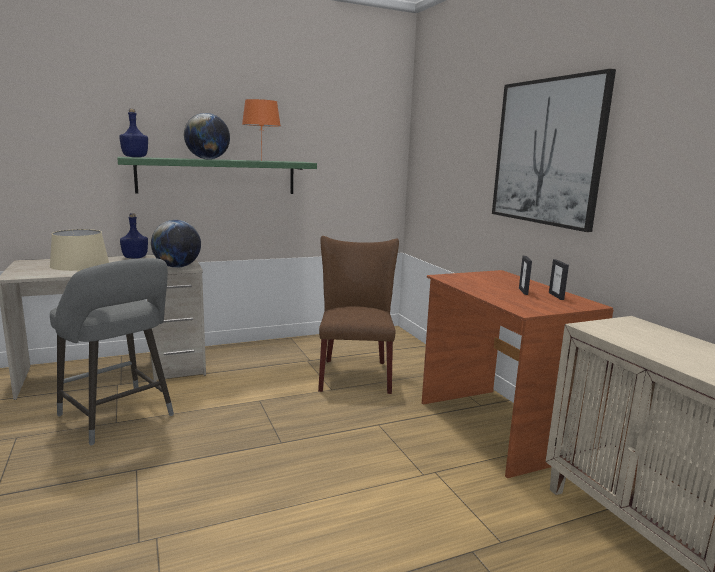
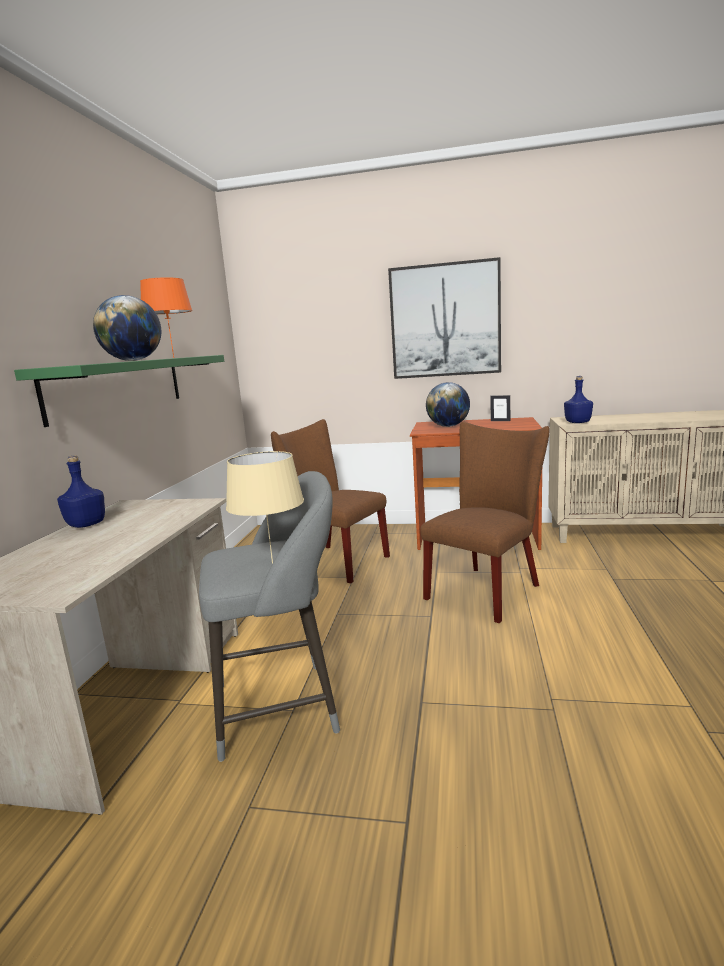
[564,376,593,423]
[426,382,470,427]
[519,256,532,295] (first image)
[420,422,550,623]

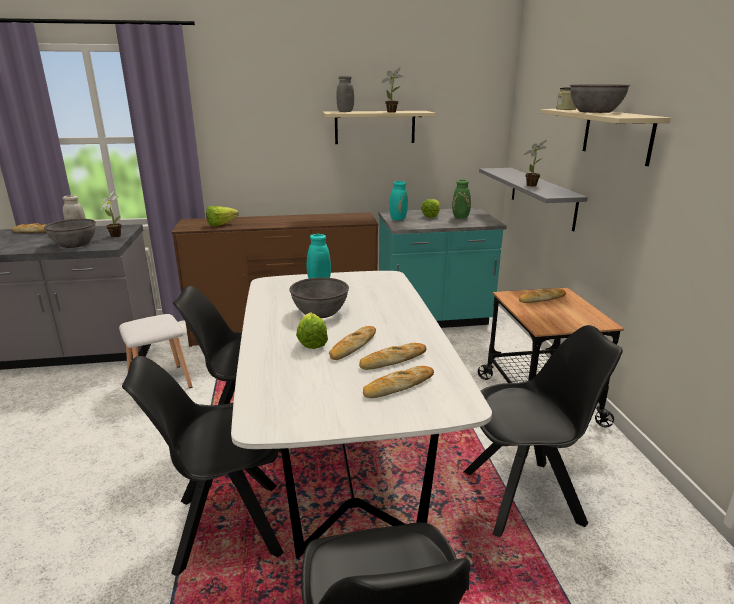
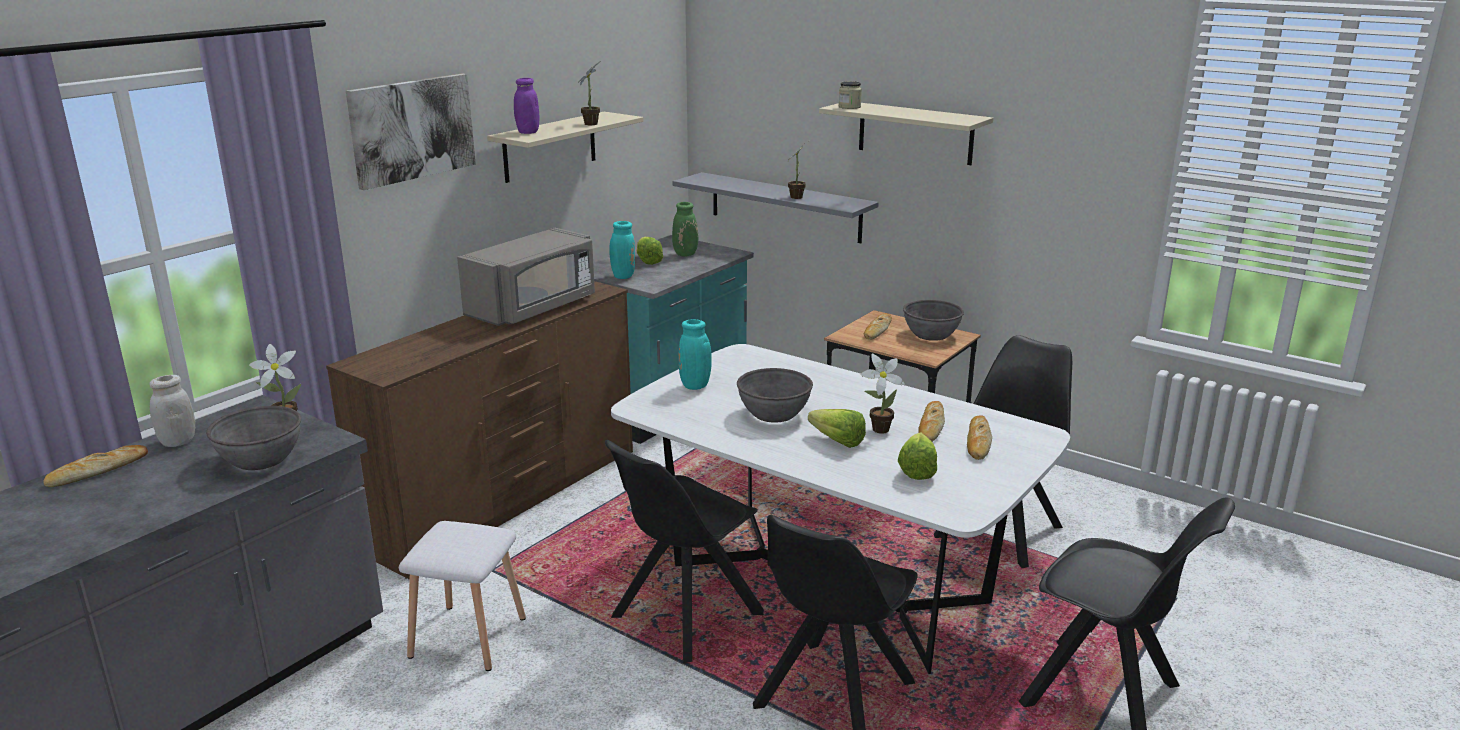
[514,78,540,134]
[903,300,964,341]
[898,433,937,480]
[860,354,905,434]
[346,73,476,190]
[457,228,595,326]

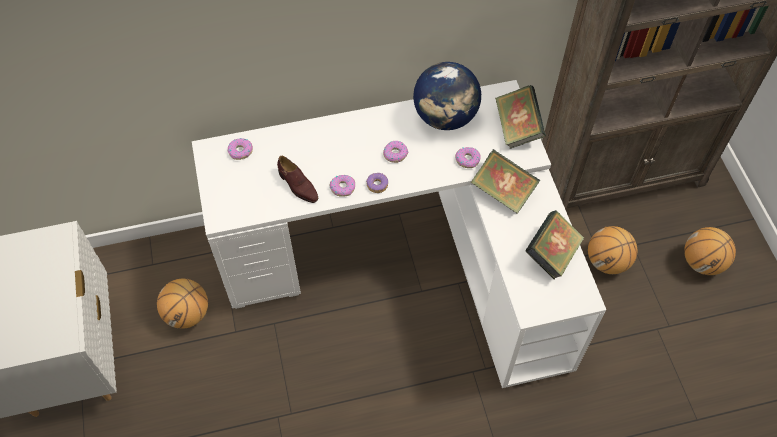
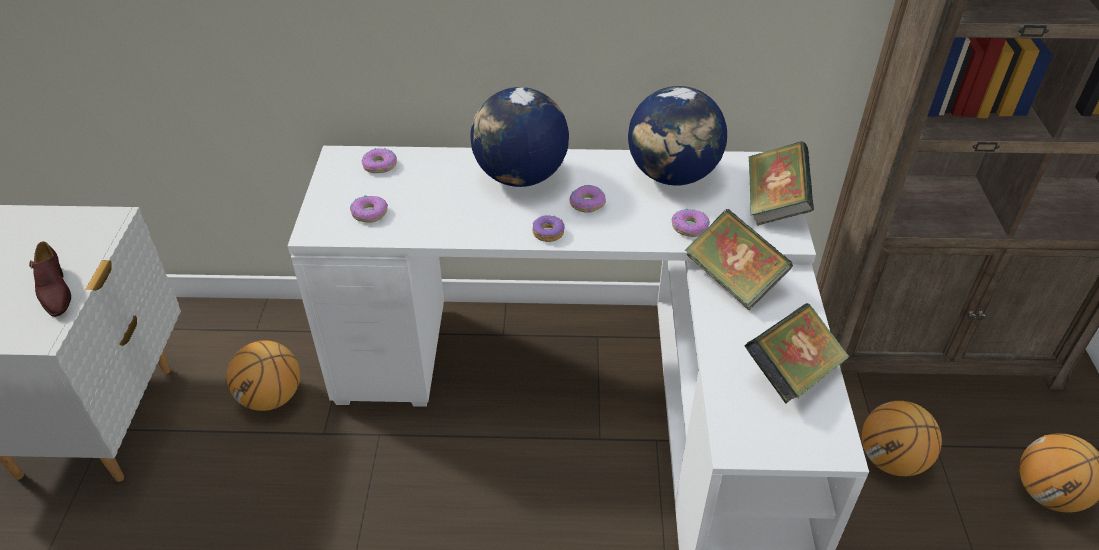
[29,241,71,317]
[350,195,388,223]
[470,87,569,187]

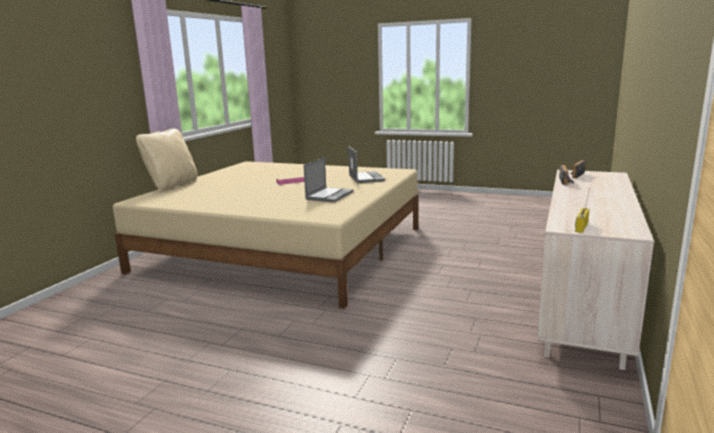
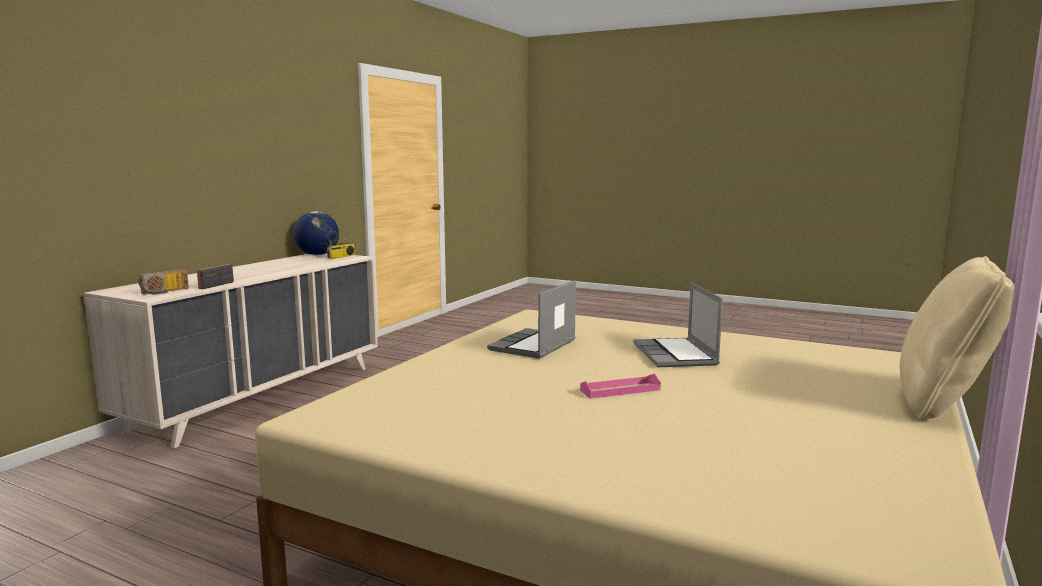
[633,282,723,367]
[293,211,339,255]

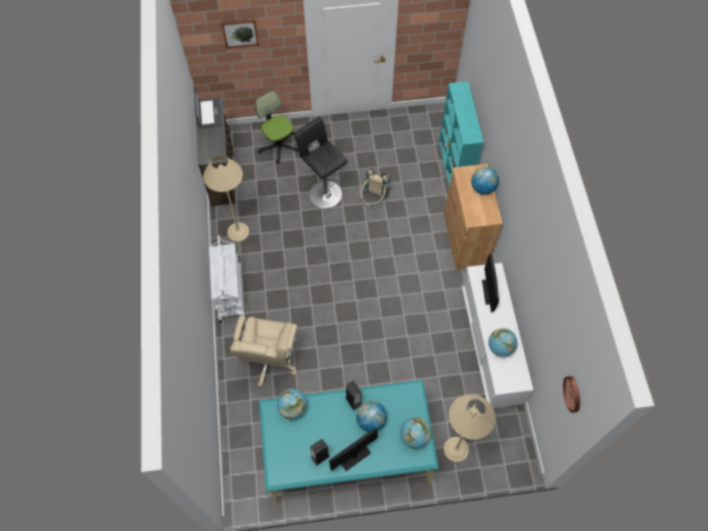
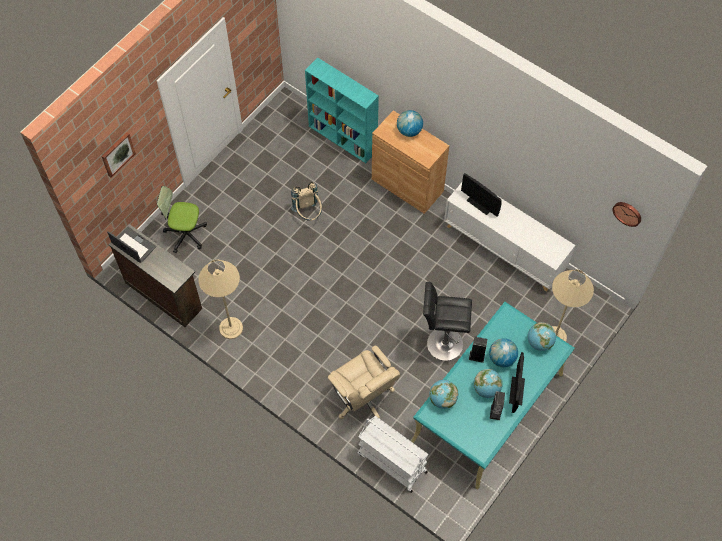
[423,282,472,361]
[357,416,428,493]
[474,369,503,398]

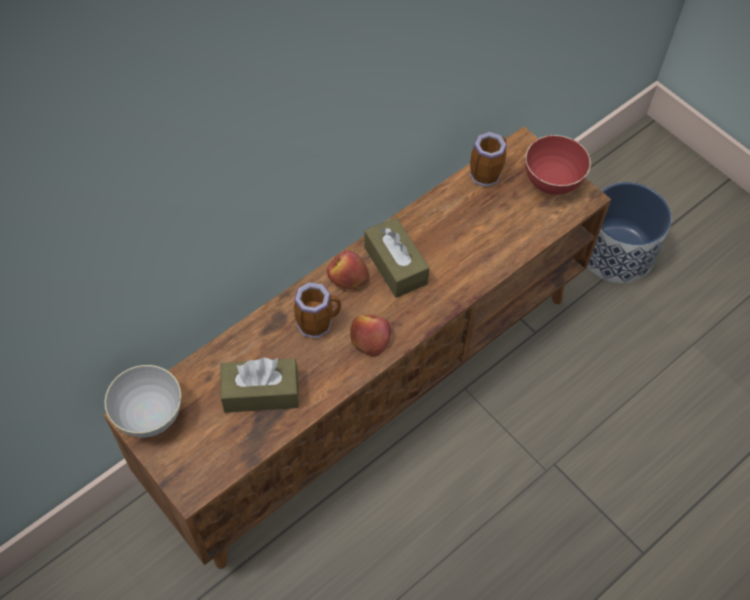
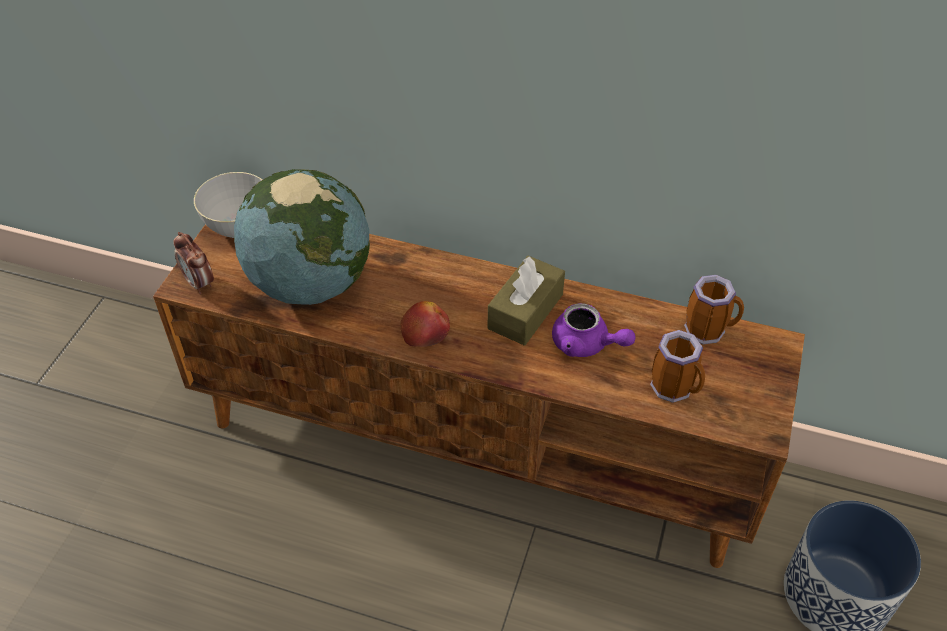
[526,135,591,195] (first image)
[327,251,369,289] (first image)
[650,330,705,403]
[234,169,370,305]
[173,232,214,294]
[552,303,636,357]

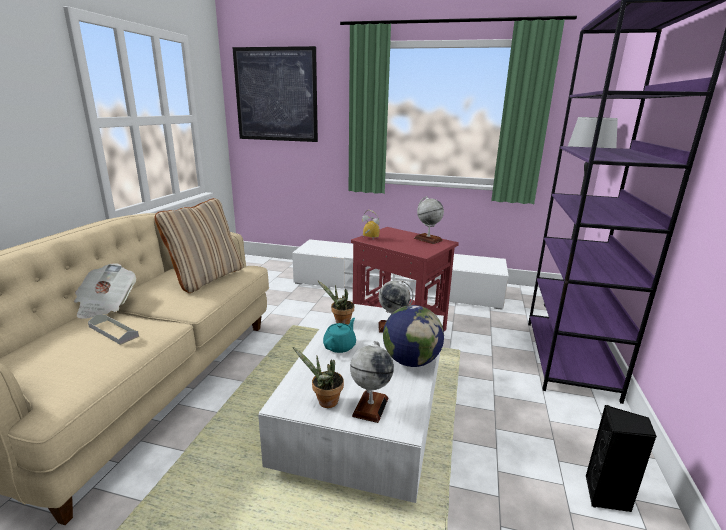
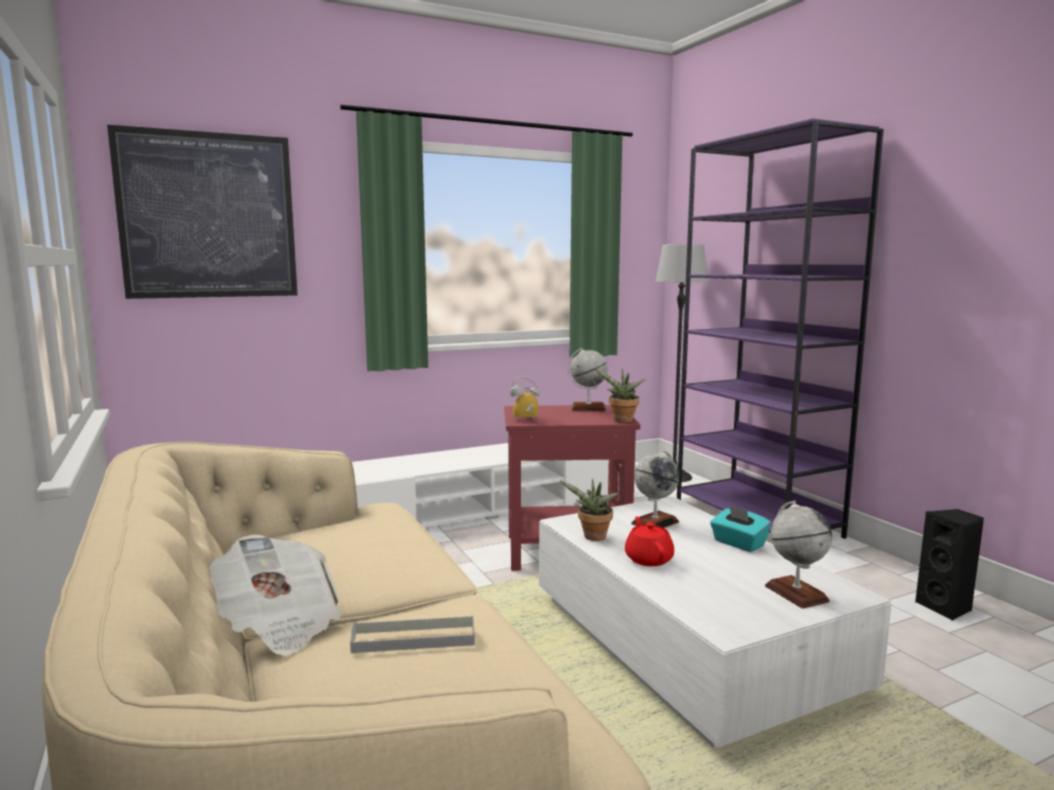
[154,198,244,293] (first image)
[710,505,771,552]
[625,516,674,566]
[595,368,645,423]

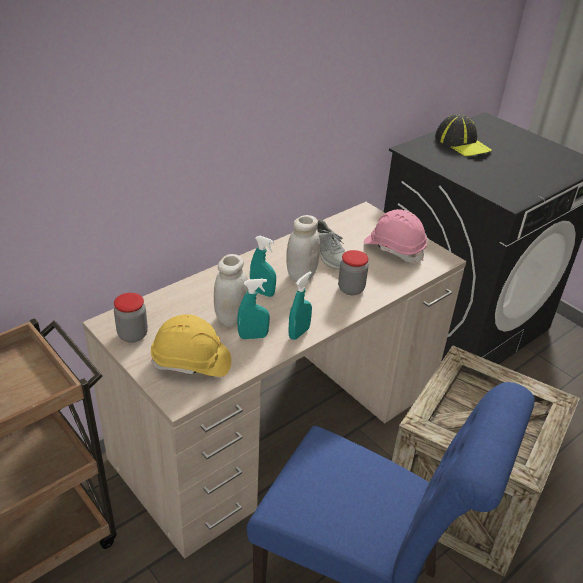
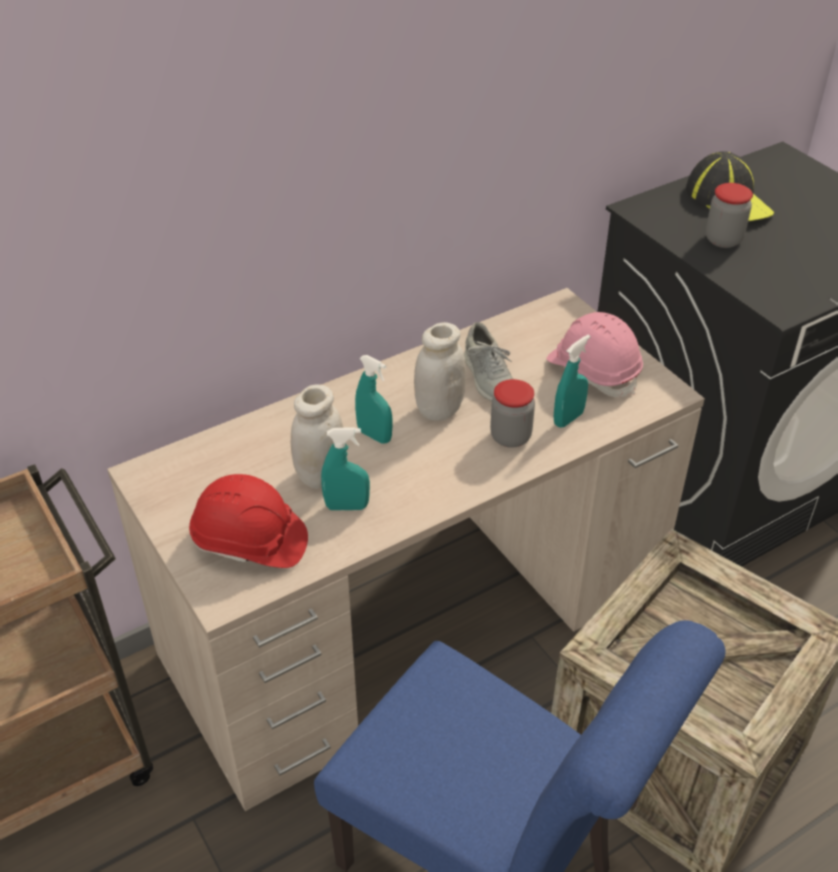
[554,335,590,428]
[706,183,753,248]
[189,474,308,568]

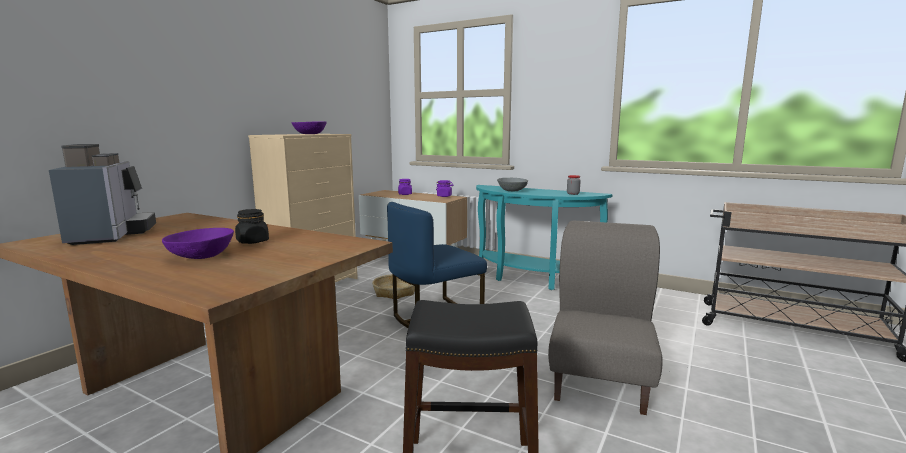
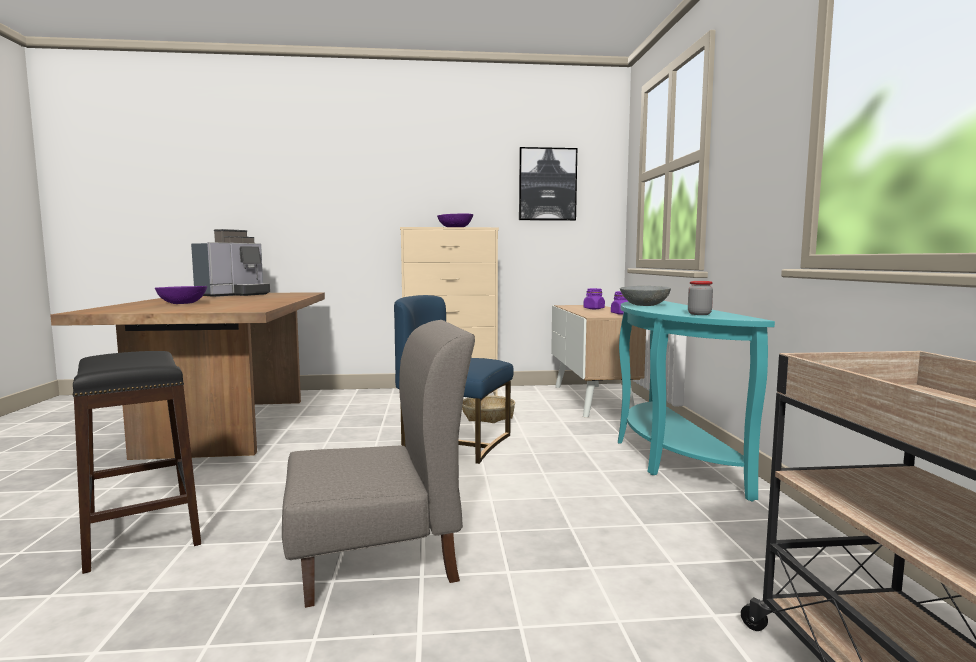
[235,209,269,244] (first image)
[519,147,577,221]

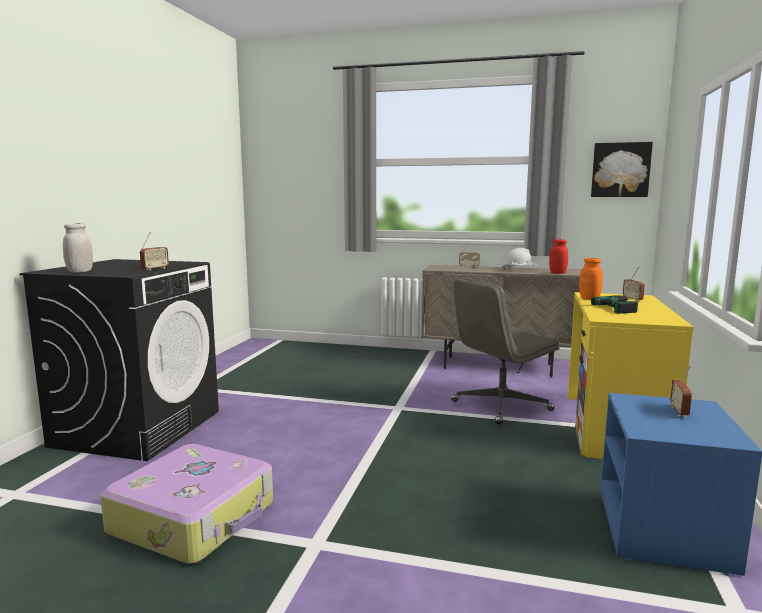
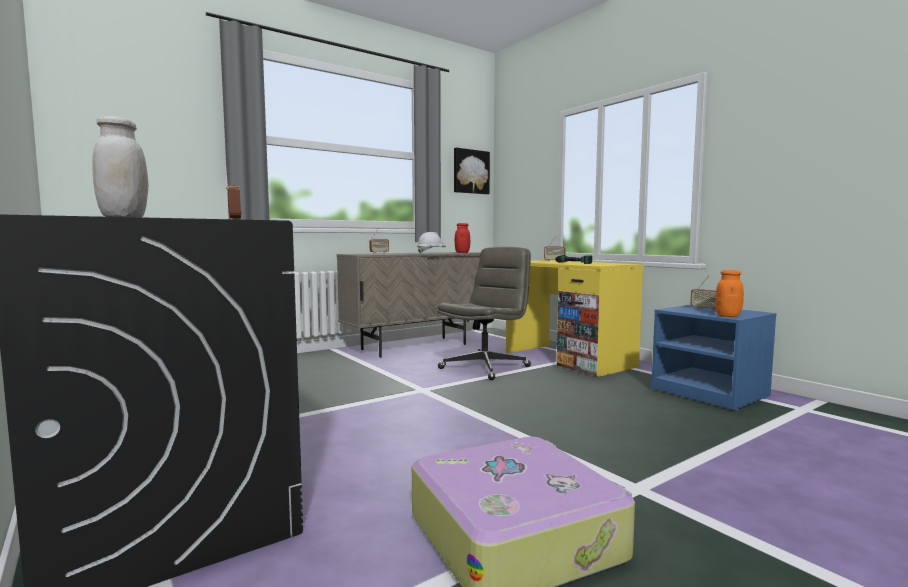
[715,270,744,317]
[437,247,531,380]

